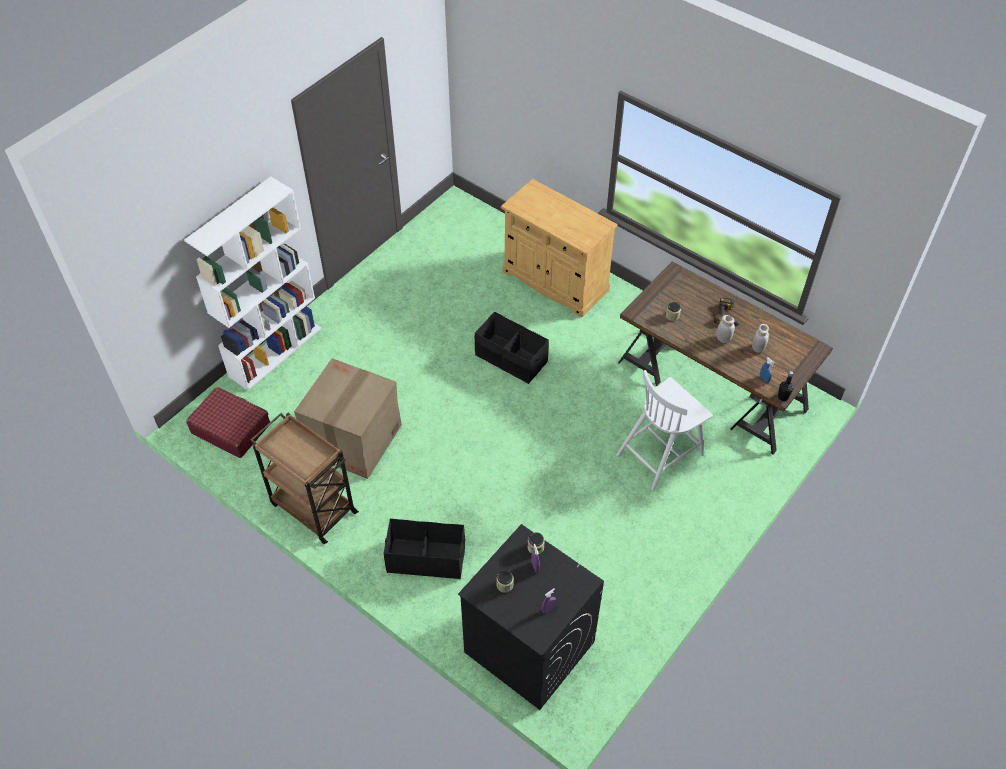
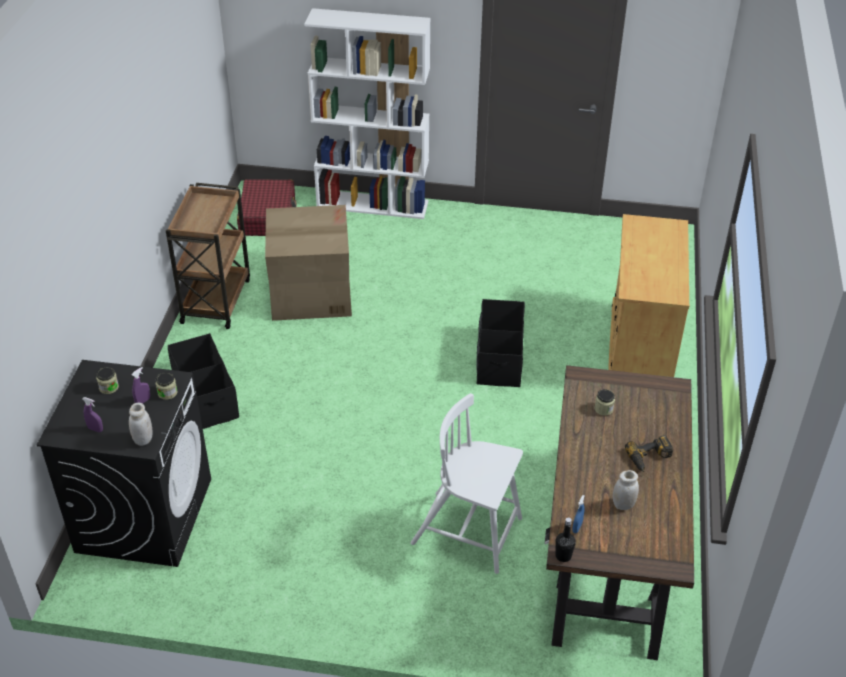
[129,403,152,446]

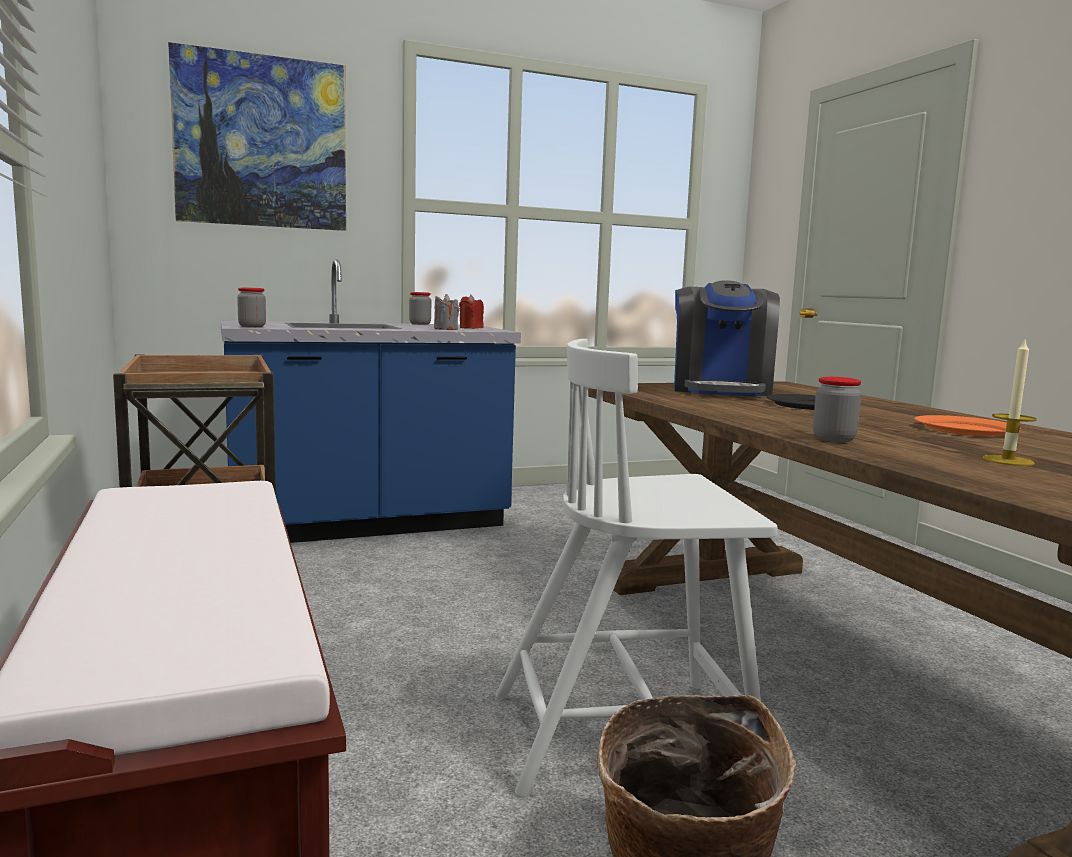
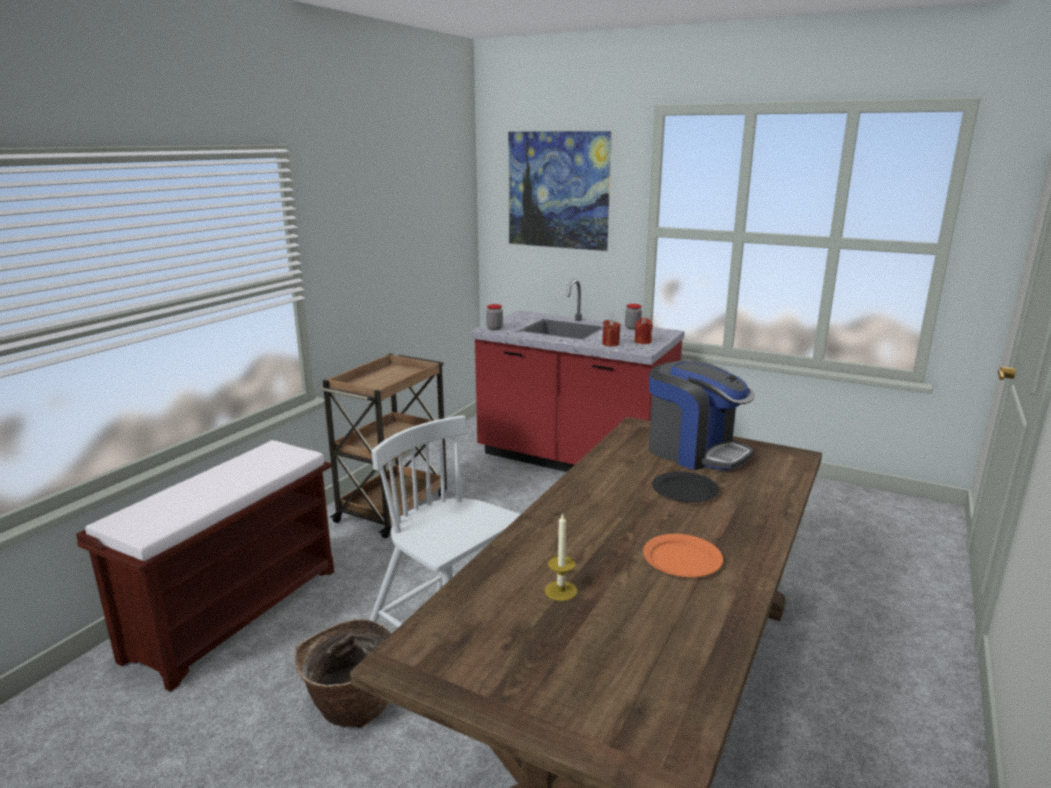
[470,279,685,472]
[649,360,755,470]
[602,319,620,346]
[813,377,862,442] (first image)

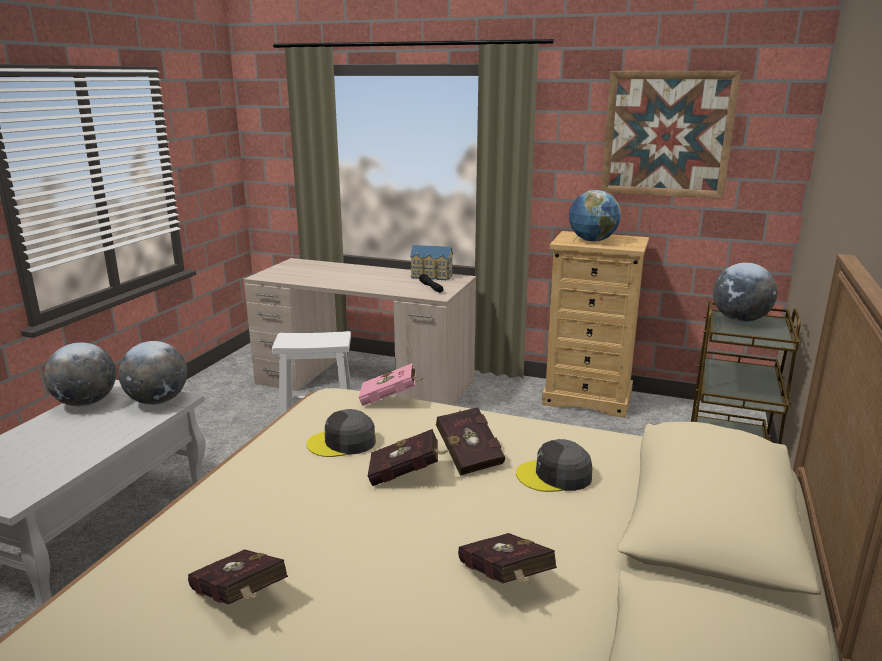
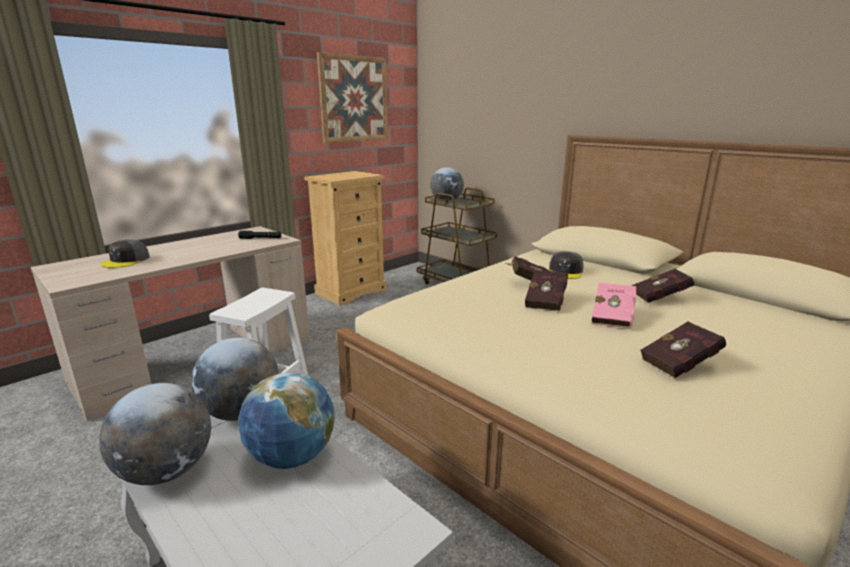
[238,372,335,469]
[410,245,453,280] (first image)
[592,283,636,328]
[100,239,149,268]

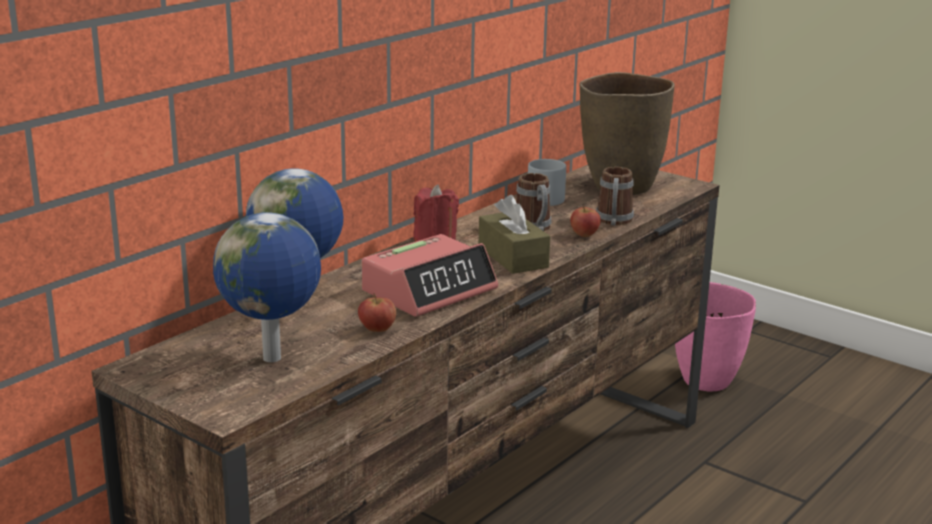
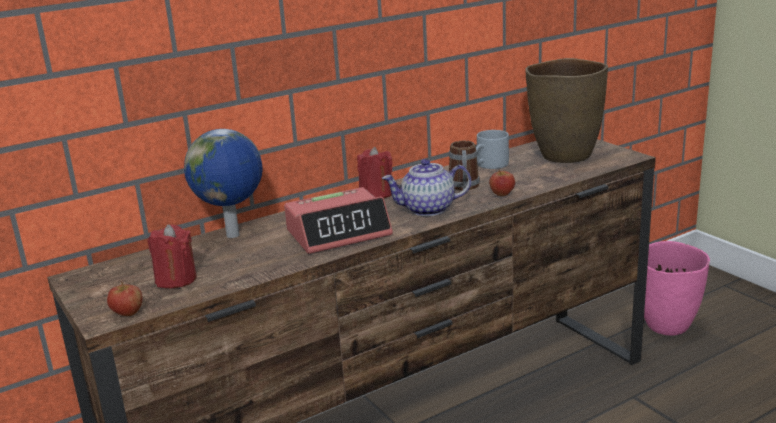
[596,167,634,225] (first image)
[382,159,471,216]
[148,224,197,288]
[107,281,143,316]

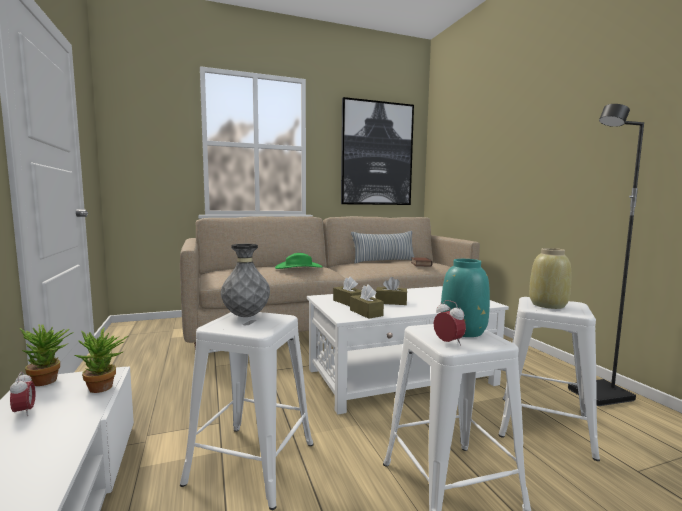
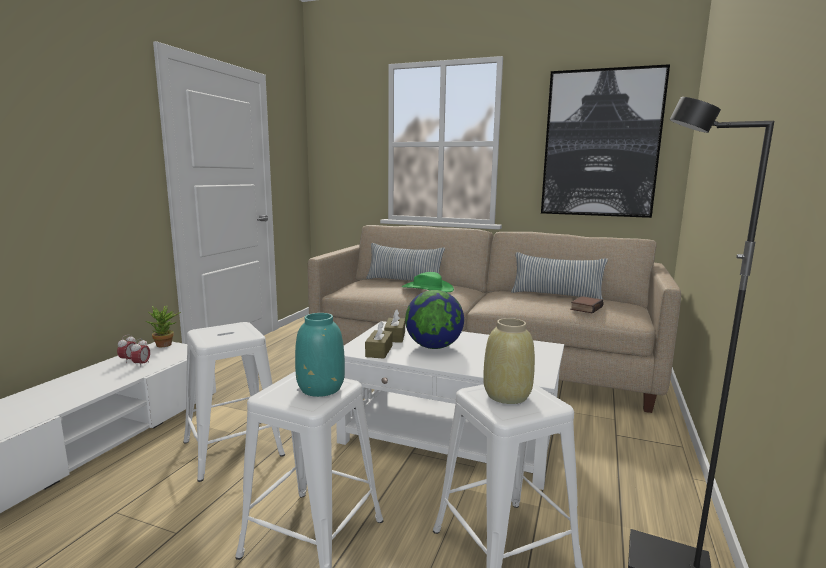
[221,244,270,317] (first image)
[405,290,464,349]
[131,338,150,368]
[75,328,128,393] (first image)
[366,243,445,281]

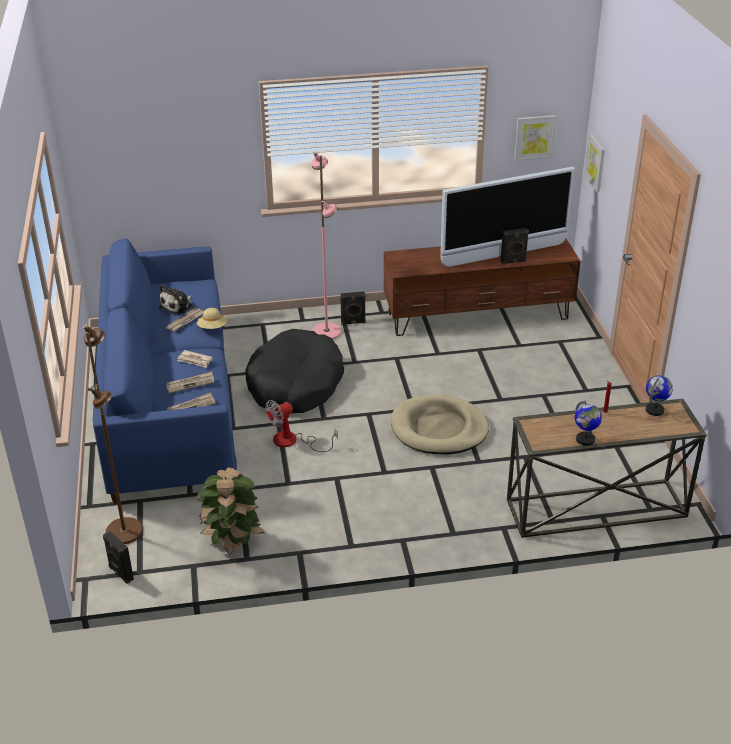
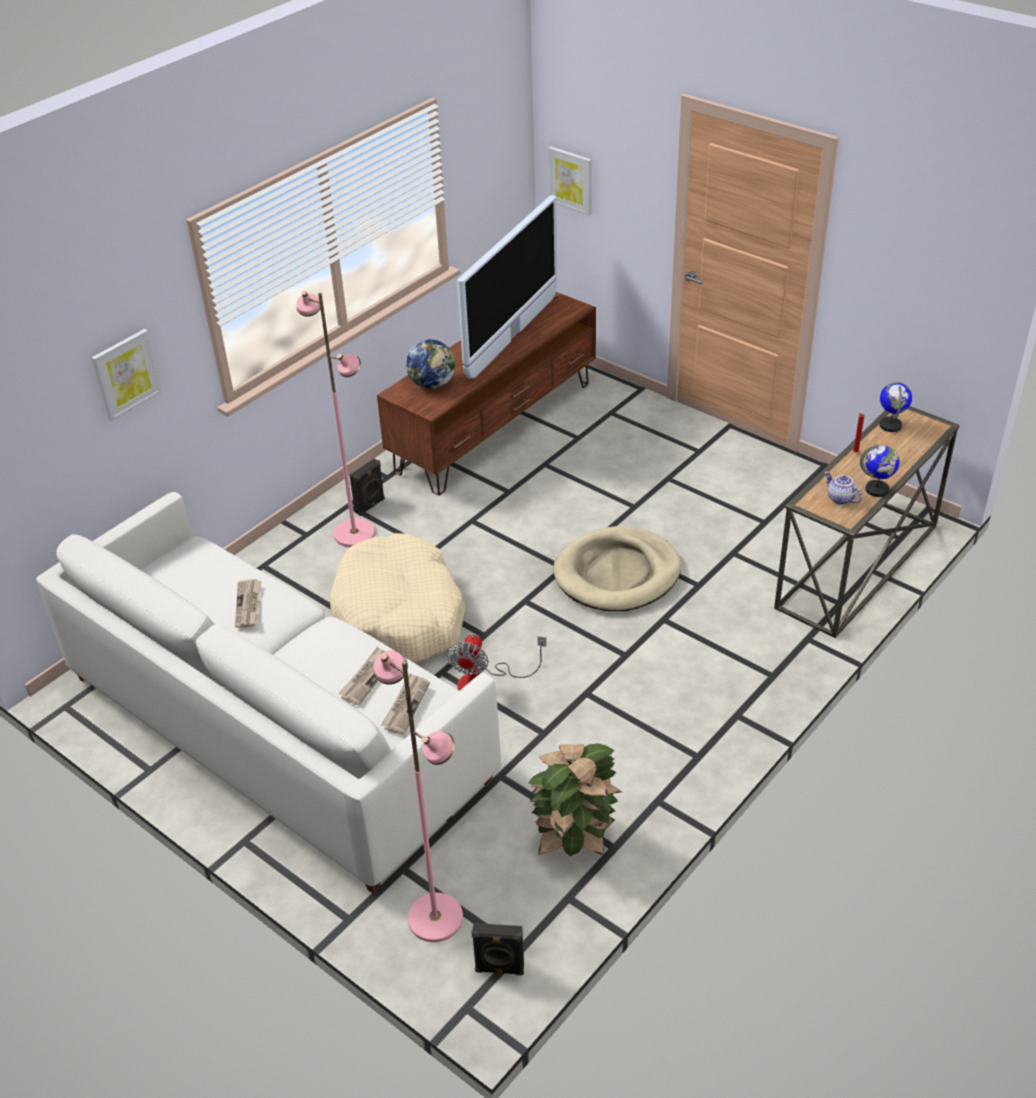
[92,329,162,422]
[501,228,529,265] (first image)
[36,492,501,894]
[159,285,193,315] (first image)
[197,308,227,329] (first image)
[374,651,463,942]
[329,533,466,662]
[177,350,213,368] (first image)
[406,339,455,389]
[825,471,862,505]

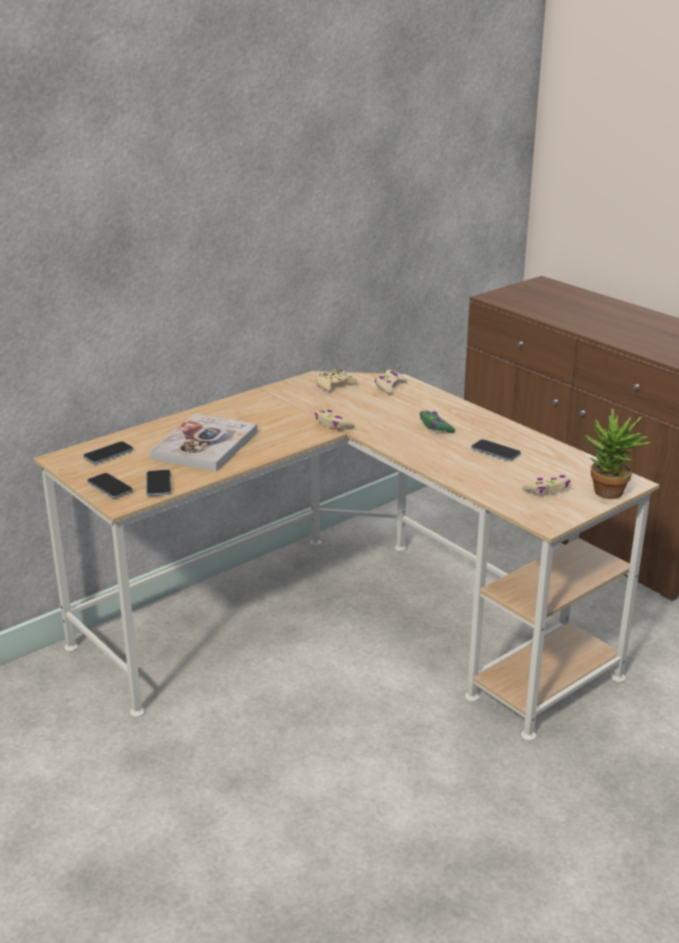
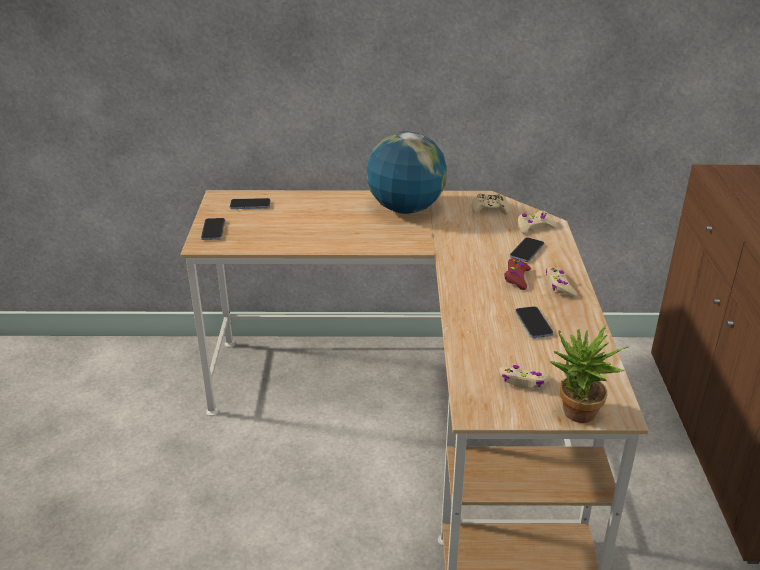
[546,267,577,298]
[504,258,531,290]
[150,413,258,472] (first image)
[510,237,544,262]
[366,131,447,214]

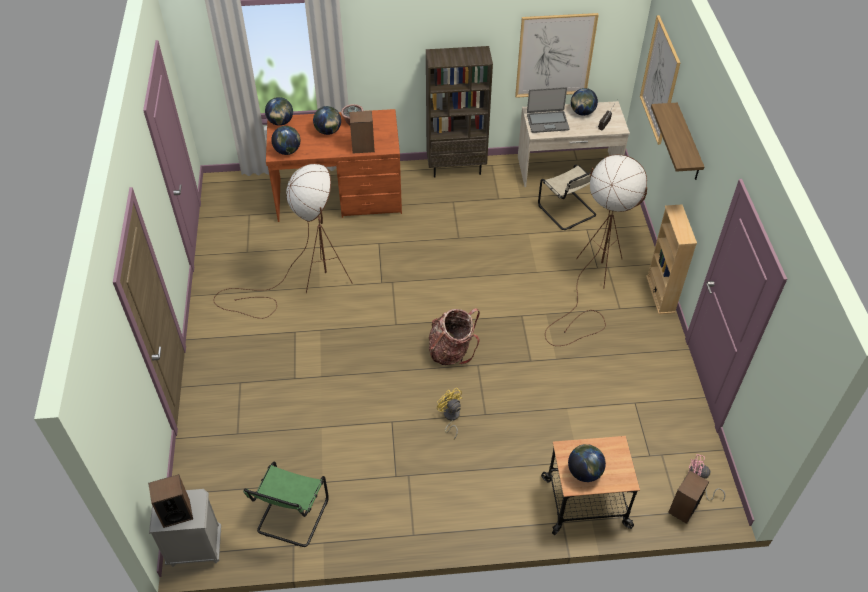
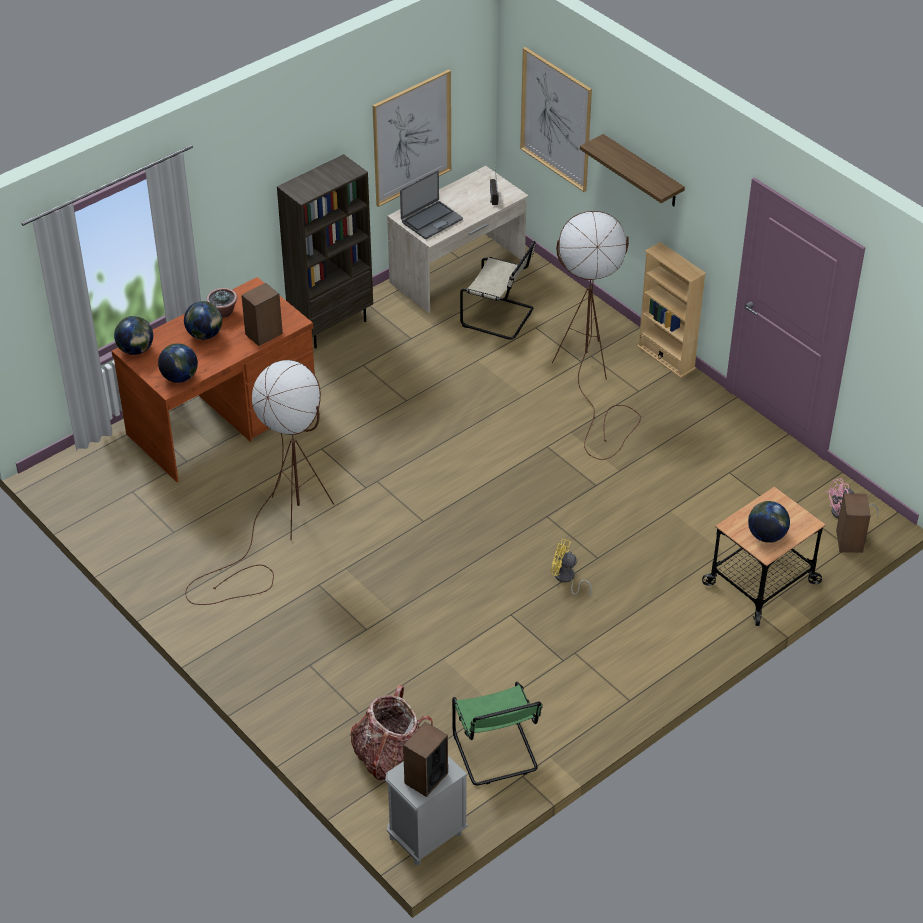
[571,88,598,116] (first image)
[350,685,433,781]

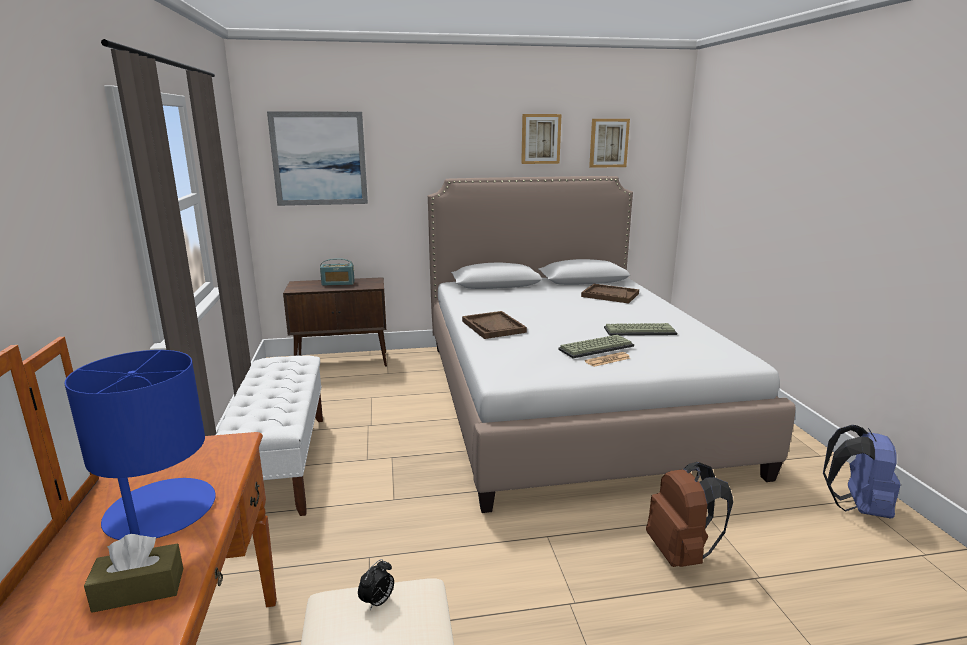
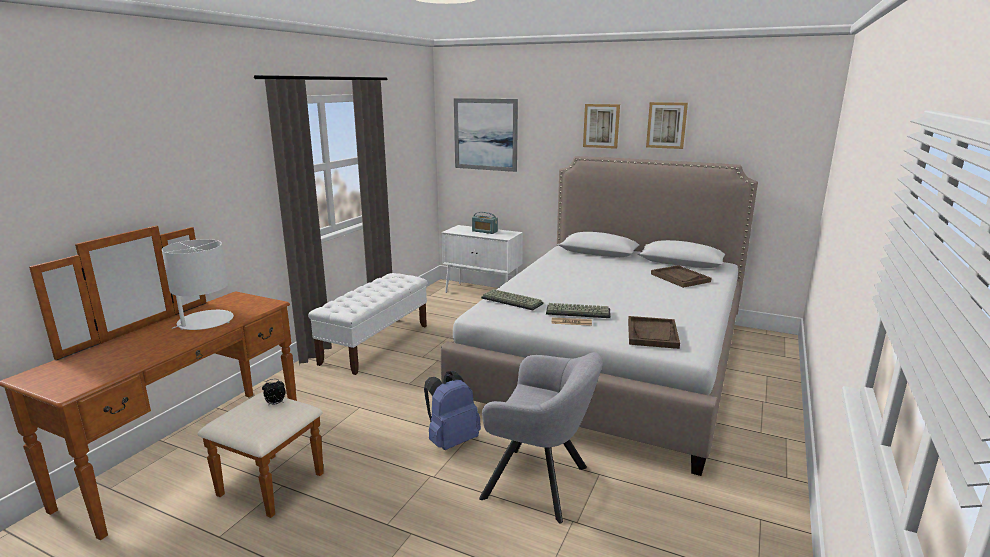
[583,104,620,149]
[441,225,523,293]
[628,316,680,349]
[481,289,544,310]
[162,239,234,330]
[424,371,481,450]
[479,352,603,524]
[84,534,183,613] (first image)

